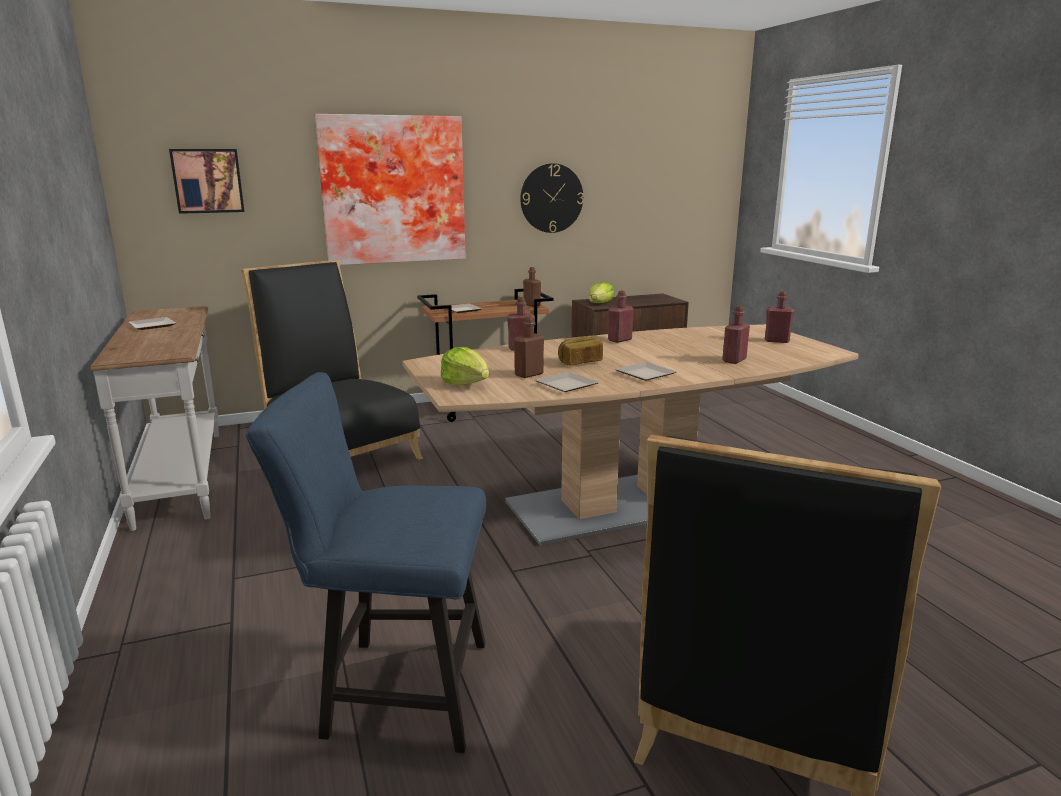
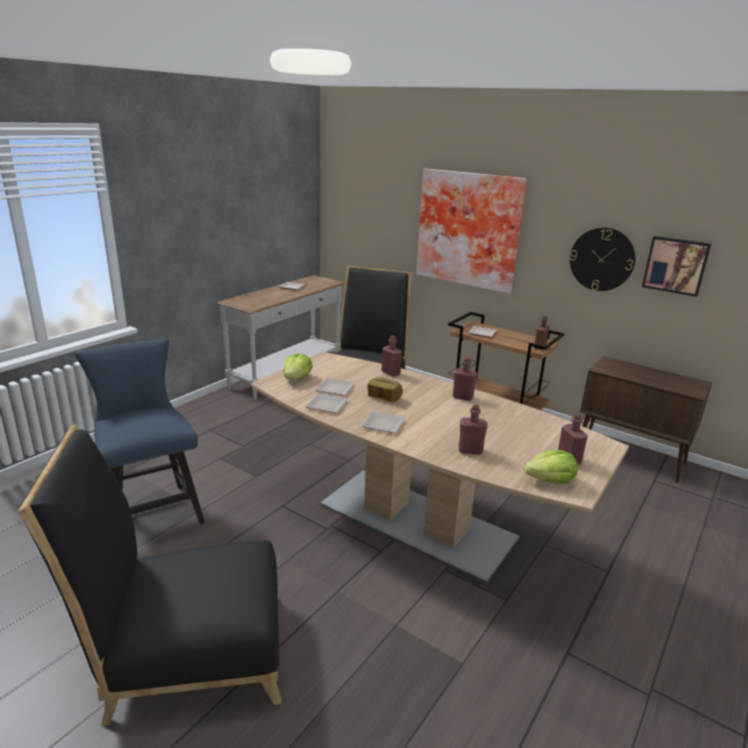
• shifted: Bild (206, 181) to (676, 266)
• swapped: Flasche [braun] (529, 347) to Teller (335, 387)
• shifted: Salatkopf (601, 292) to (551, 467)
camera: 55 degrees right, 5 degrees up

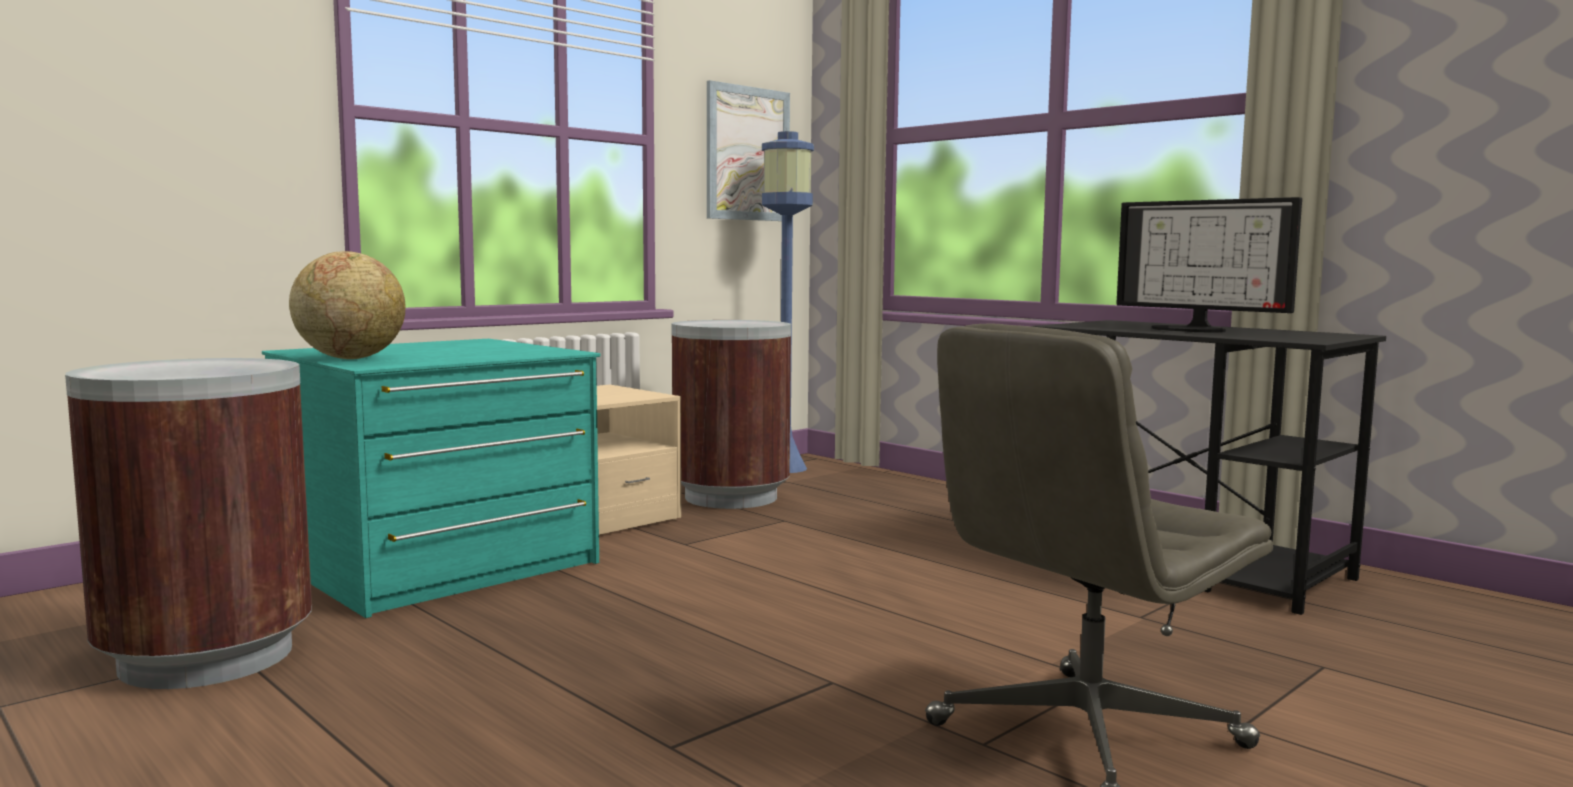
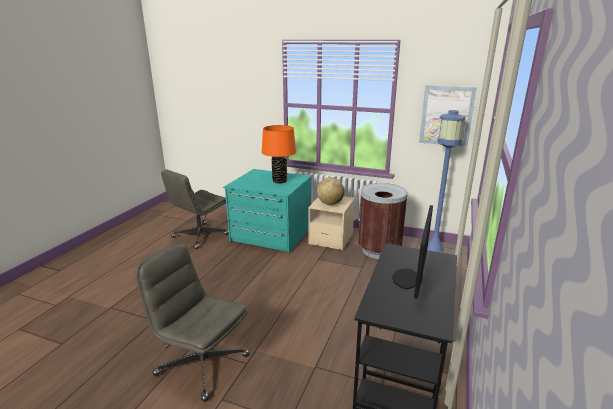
• swapped: Mülleimer [braun] (188, 523) to Bürostuhl [grau] (195, 209)
• shifted: Globus (347, 305) to (331, 191)
• new: Tischlampe [orange] (279, 154)
camera: 65 degrees right, 15 degrees up

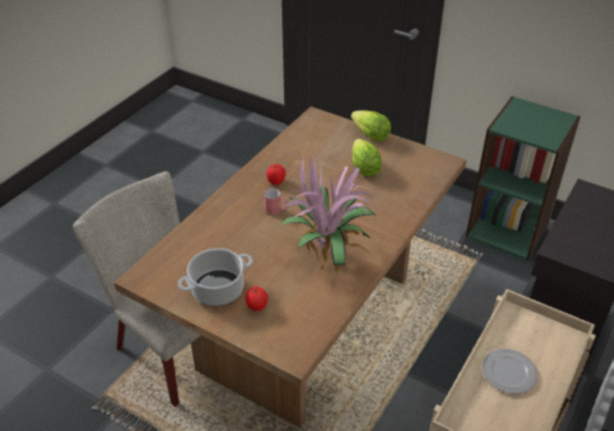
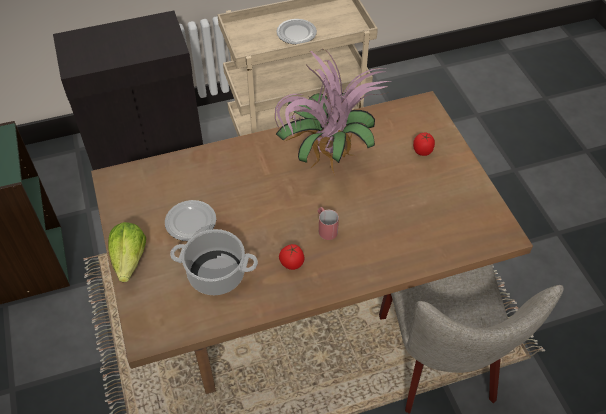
• shifted: Kochtopf (215, 277) to (214, 262)
• swapped: Salatkopf (367, 157) to Teller (190, 220)
camera: 140 degrees left, 10 degrees up

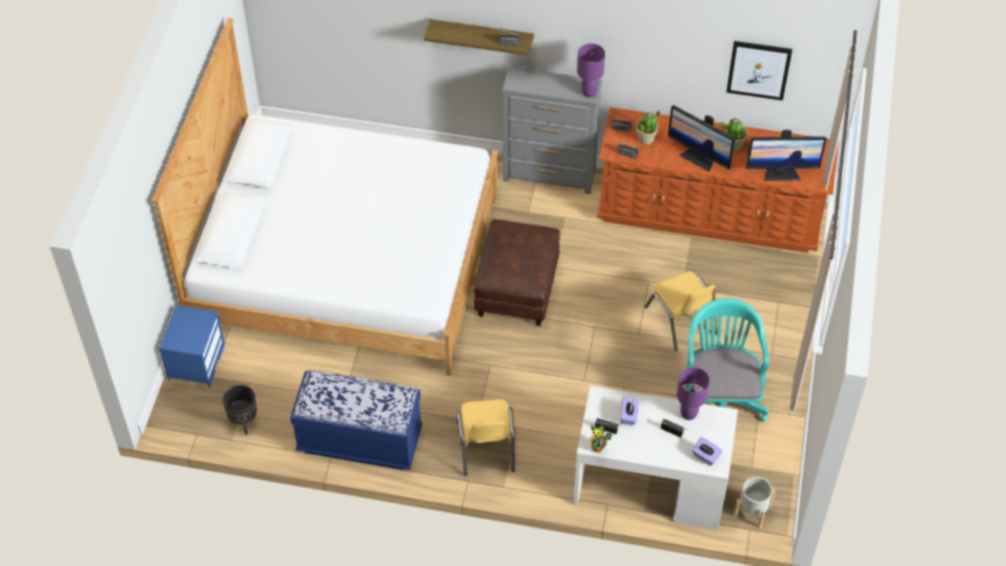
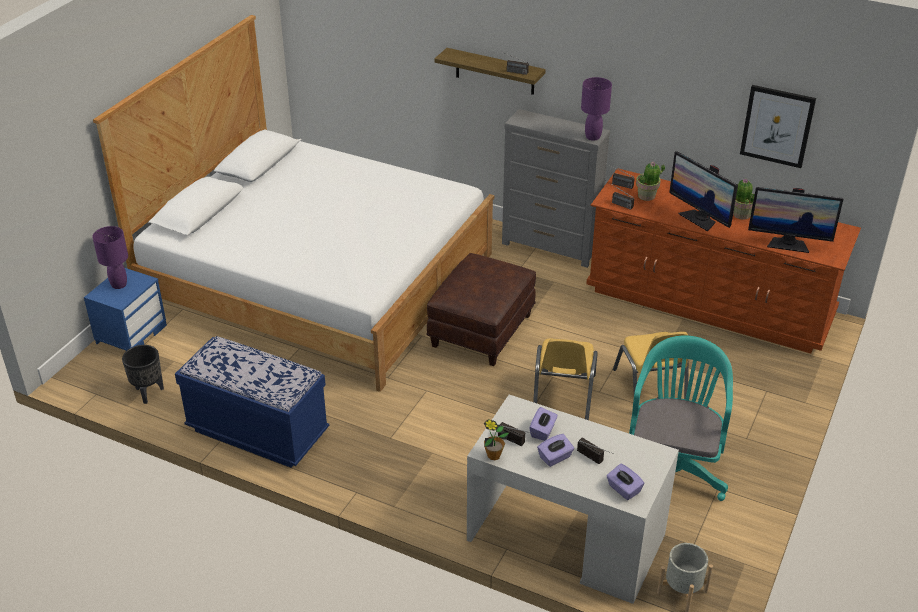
• shifted: Stuhl [gelb] (486, 437) to (565, 379)
• shifted: Tischlampe [lila] (693, 393) to (110, 257)
• new: Taschentuchbox [lila] (555, 450)
camera: 15 degrees right, 15 degrees down

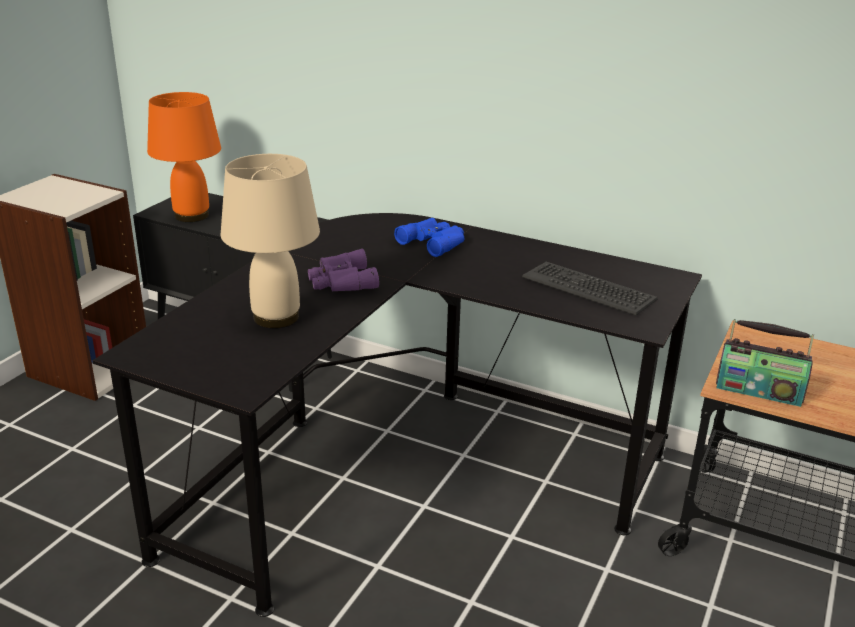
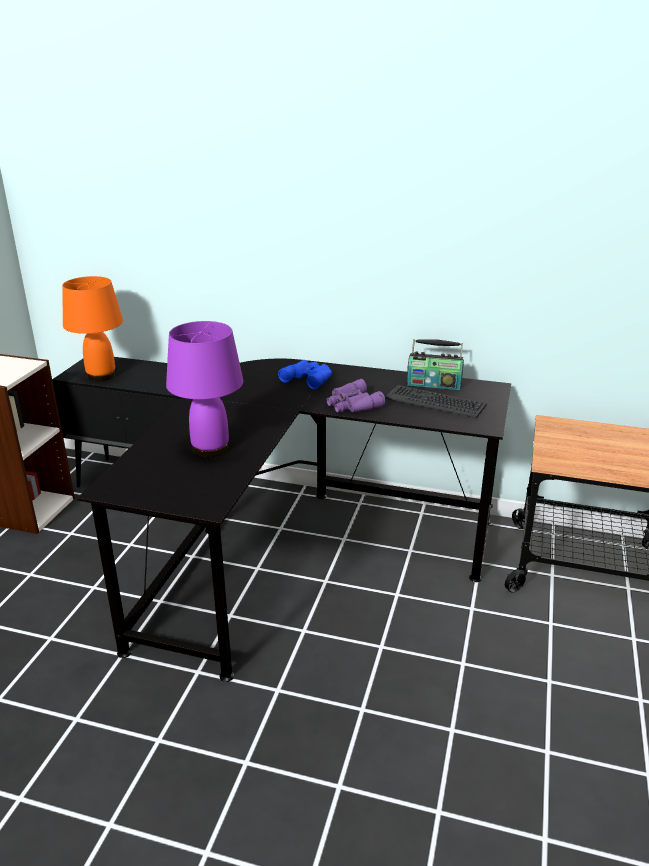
• repainted: Tischlampe [beige] (270, 241) to Tischlampe [lila] (204, 389)
• shifted: Fernglas [lila] (343, 270) to (356, 395)
• shifted: Radio (765, 363) to (435, 364)
camera: 10 degrees left, 0 degrees up

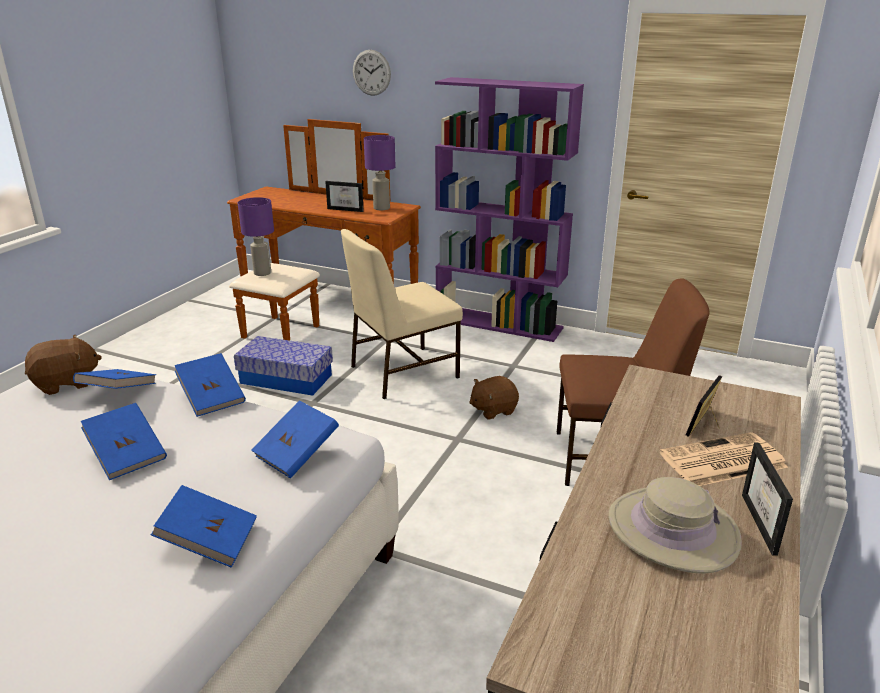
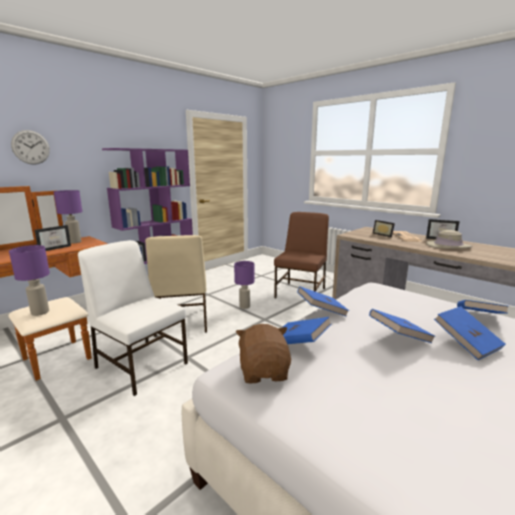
• swapped: Aufbewahrungsbox (283, 366) to Stuhl [weiß] (133, 318)
• shifted: Buch [blau] (295, 439) to (470, 333)
• swapped: Plüschtier [braun] (494, 398) to Tischlampe [lila] (244, 285)
camera: 70 degrees left, 10 degrees down

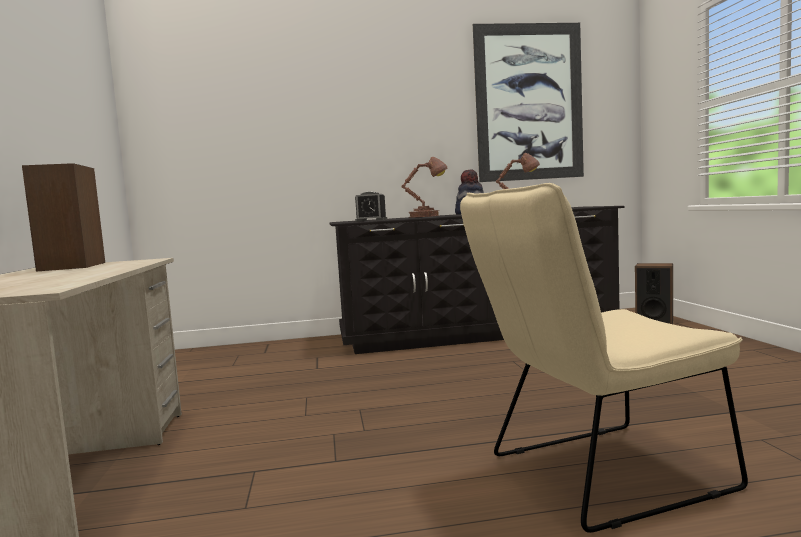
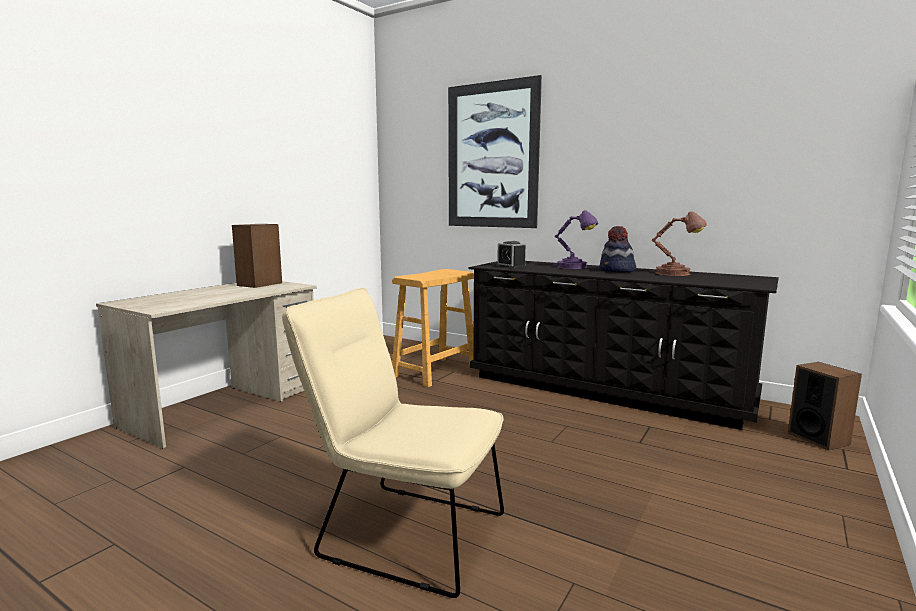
• repainted: Tischlampe [braun] (424, 187) to Tischlampe [lila] (576, 239)
• shifted: Bild (528, 102) to (495, 151)
• new: Hocker [beige] (433, 328)
camera: 40 degrees right, 5 degrees up

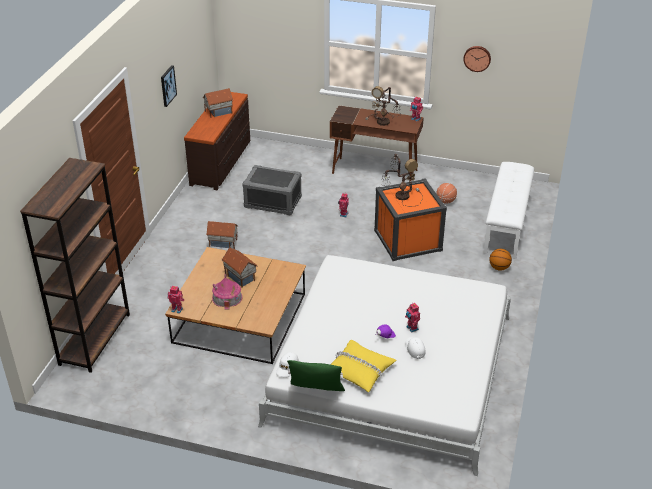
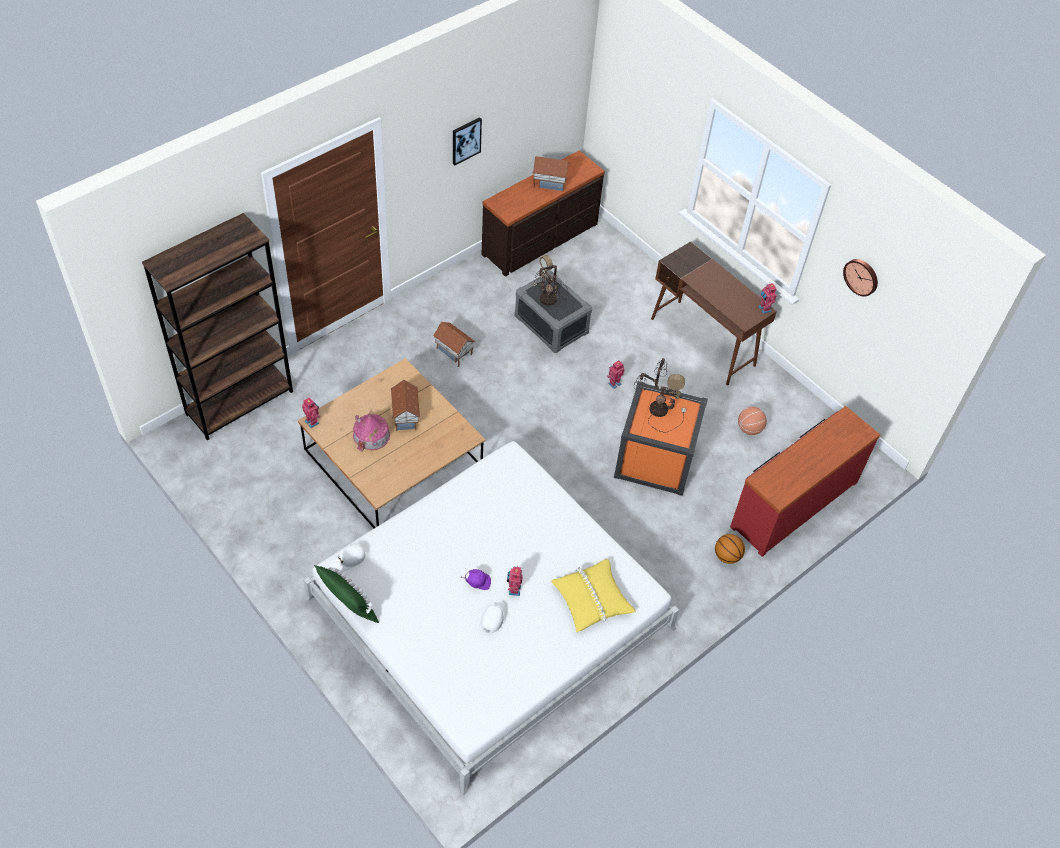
• shifted: Kissen [gelb] (364, 366) to (593, 595)
• shifted: Tischlampe (383, 106) to (550, 280)
• swapped: Bank [weiß] (508, 210) to Kommode [rot] (805, 481)
camera: 30 degrees right, 15 degrees up

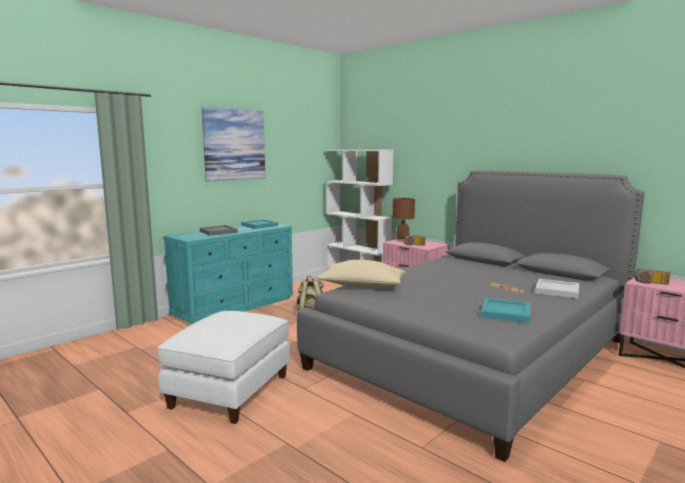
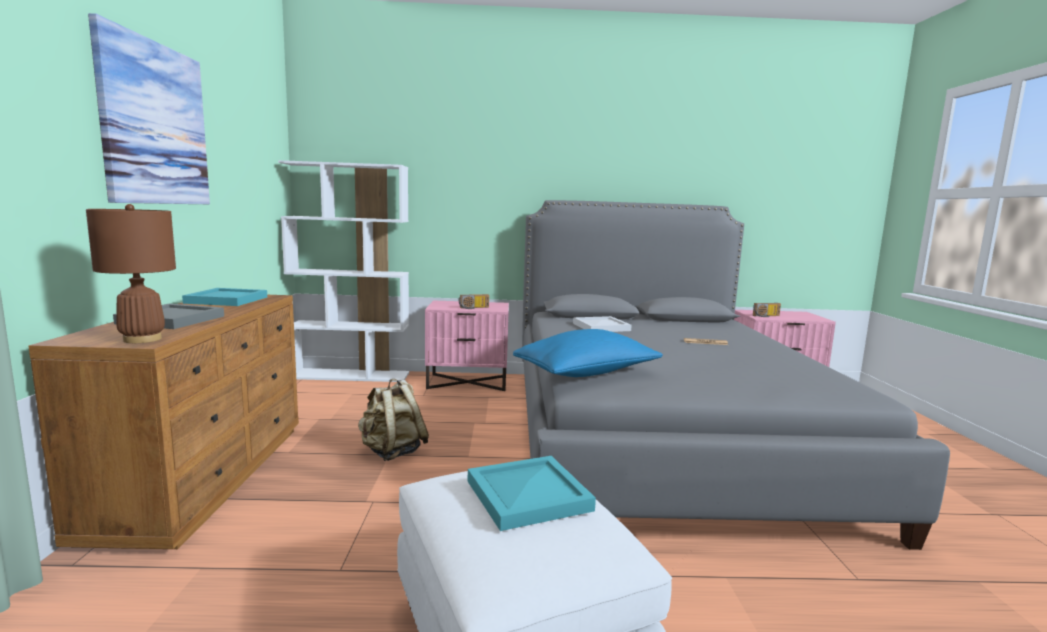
• repainted: Kommode [türkis] (228, 274) to Kommode [braun] (163, 422)
• repainted: Kissen [beige] (361, 274) to Kissen [blau] (588, 353)
• shifted: Tischlampe [braun] (403, 219) to (131, 273)
• shifted: Tablett [türkis] (506, 310) to (532, 493)
• shifted: Tablett [weiß] (557, 288) to (602, 324)
camera: 45 degrees left, 0 degrees up

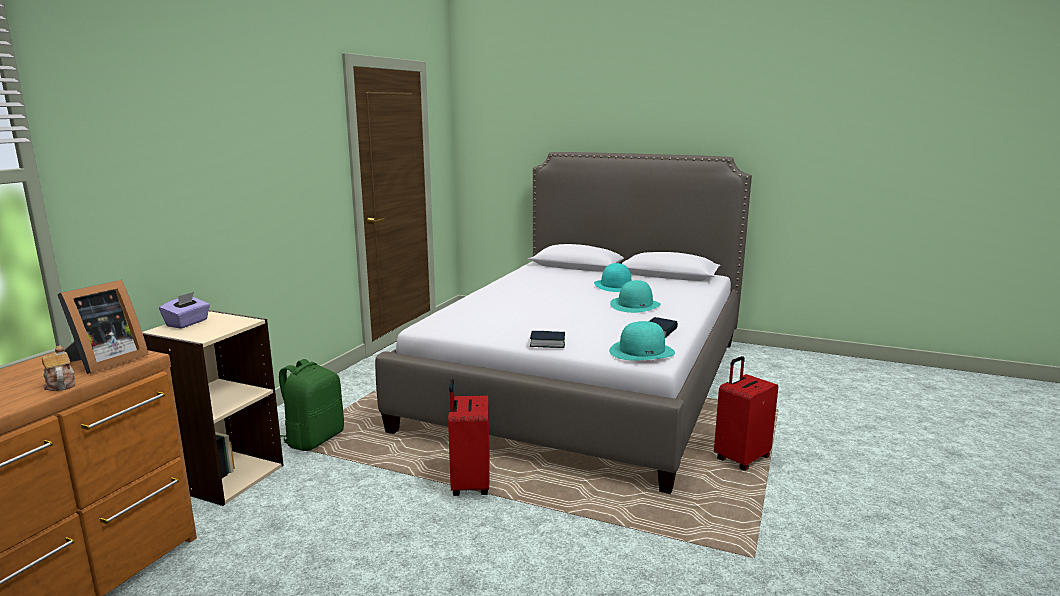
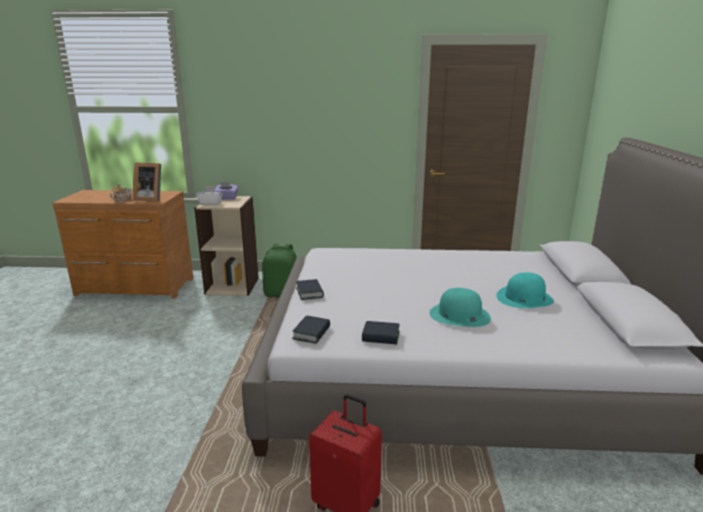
• gone: Koffer [rot] (469, 437)
• swapped: Hut [türkis] (642, 341) to Buch (311, 329)
• new: Taschentuchbox [weiß] (209, 195)
camera: 70 degrees right, 5 degrees up

